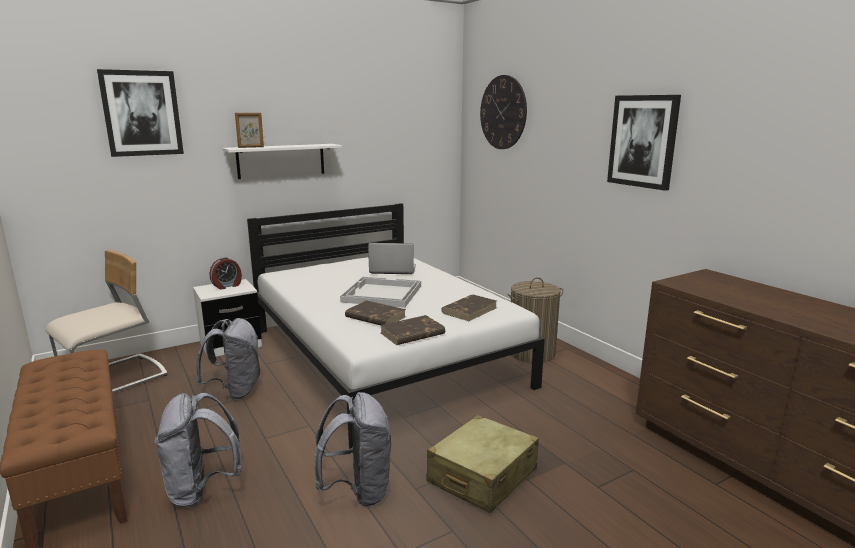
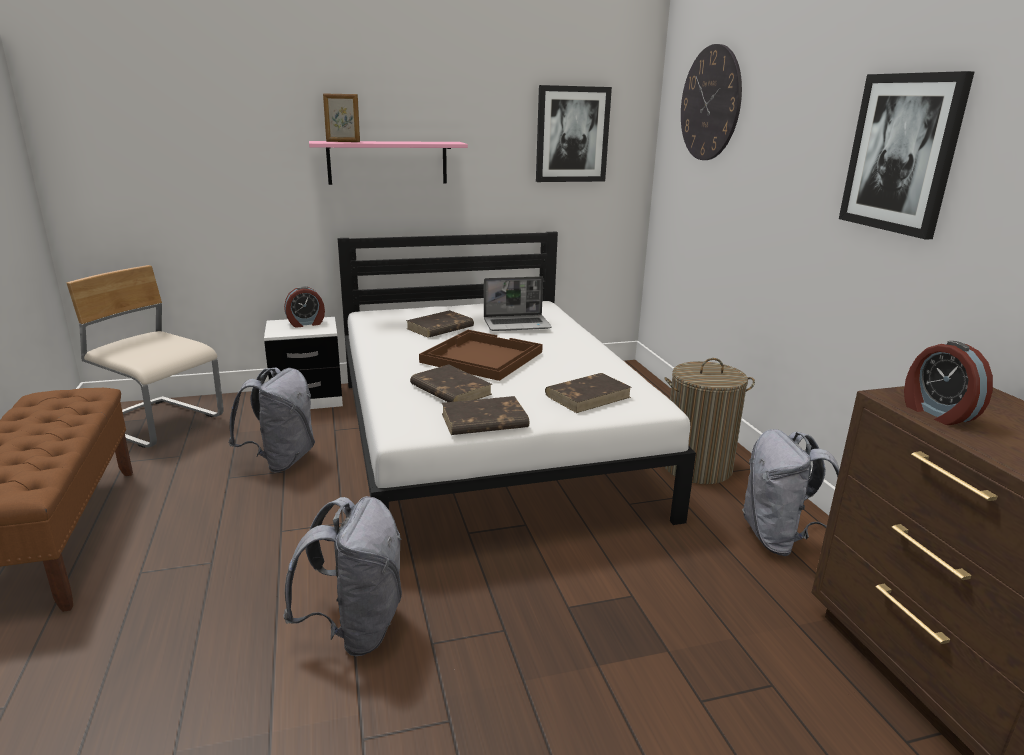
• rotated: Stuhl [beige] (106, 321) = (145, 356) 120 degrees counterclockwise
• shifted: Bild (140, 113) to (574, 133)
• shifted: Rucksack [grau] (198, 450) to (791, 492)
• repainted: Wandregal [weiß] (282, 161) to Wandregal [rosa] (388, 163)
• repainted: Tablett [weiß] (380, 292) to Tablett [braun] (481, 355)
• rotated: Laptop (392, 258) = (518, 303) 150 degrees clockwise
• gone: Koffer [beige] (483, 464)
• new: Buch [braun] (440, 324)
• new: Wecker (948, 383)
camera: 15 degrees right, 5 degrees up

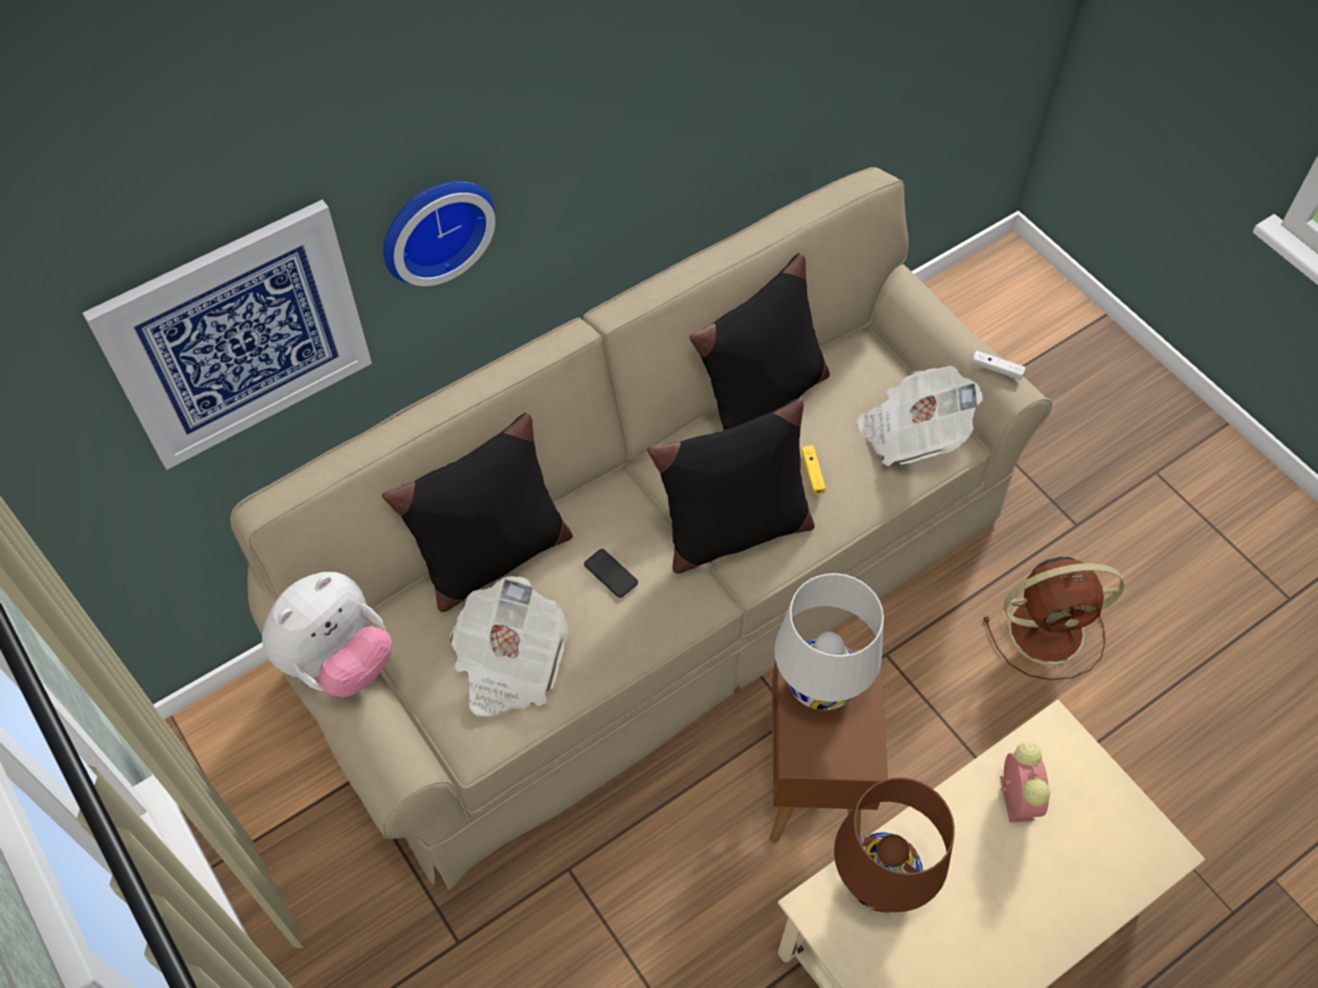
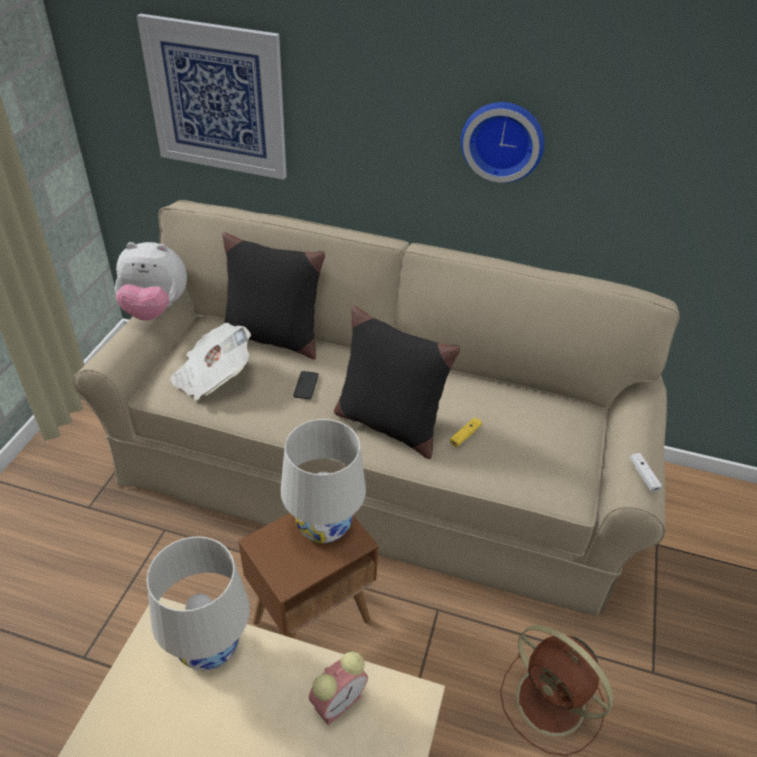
• shifted: Wanduhr (439, 233) to (502, 142)
• gone: Kissen [schwarz] (759, 342)
• repainted: Tischlampe [braun] (894, 845) to Tischlampe [weiß] (198, 603)
• gone: Zeitung (920, 416)
camera: 50 degrees right, 15 degrees down

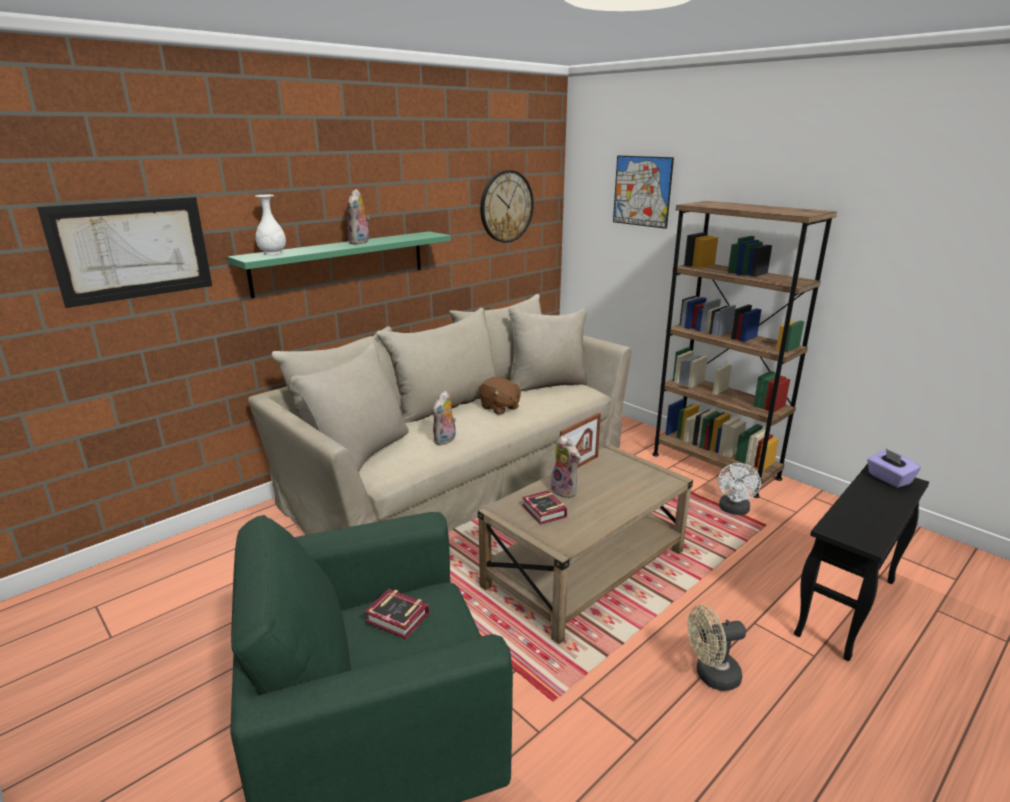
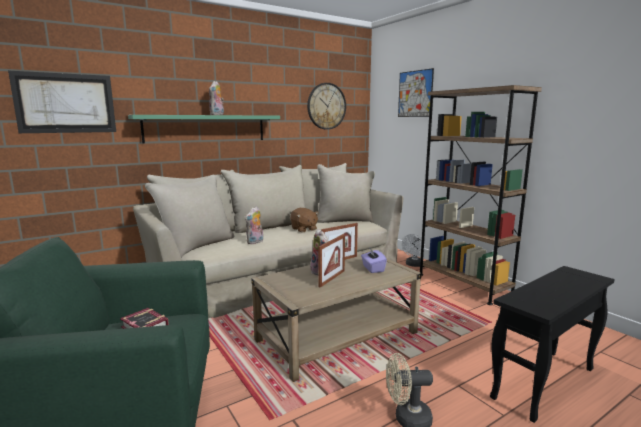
• gone: Vase [weiß] (270, 225)
• gone: Buch (544, 508)
• shifted: Ventilator [weiß] (739, 489) to (413, 250)
• shifted: Taschentuchbox [lila] (894, 468) to (374, 260)
• new: Bilderrahmen (331, 261)
camera: 10 degrees right, 10 degrees down

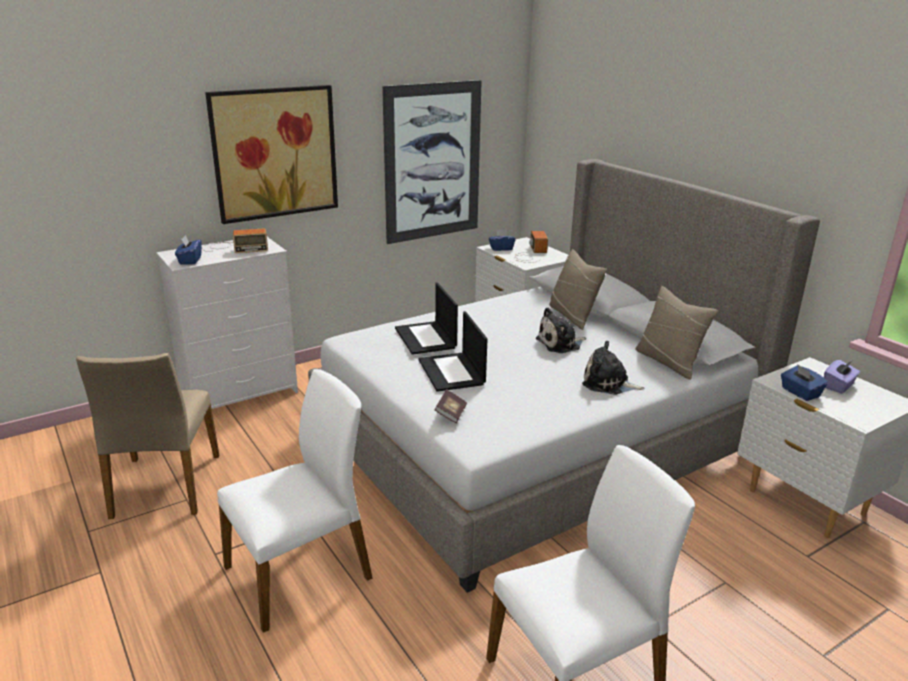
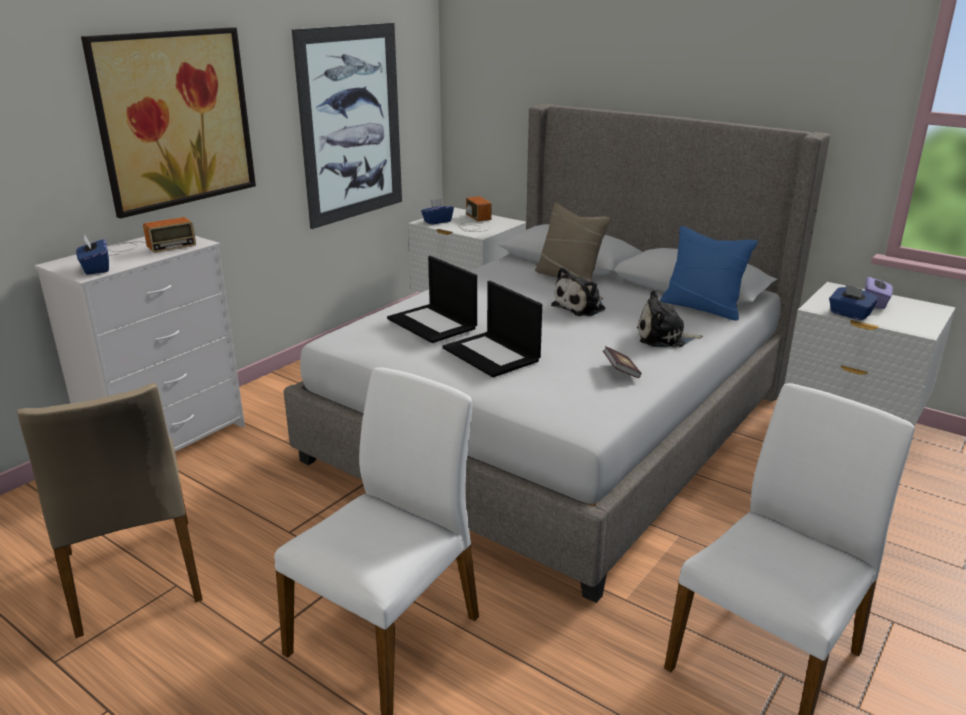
• shifted: Buch (451, 406) to (622, 362)
• repainted: Kissen [beige] (676, 333) to Kissen [blau] (709, 273)
camera: 20 degrees left, 0 degrees up

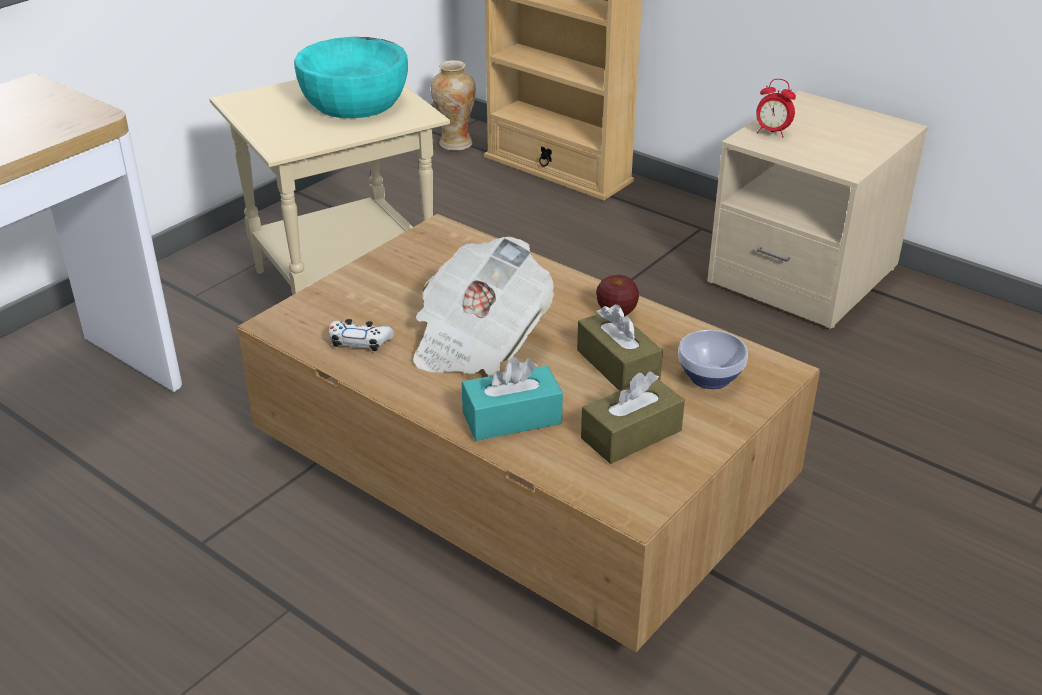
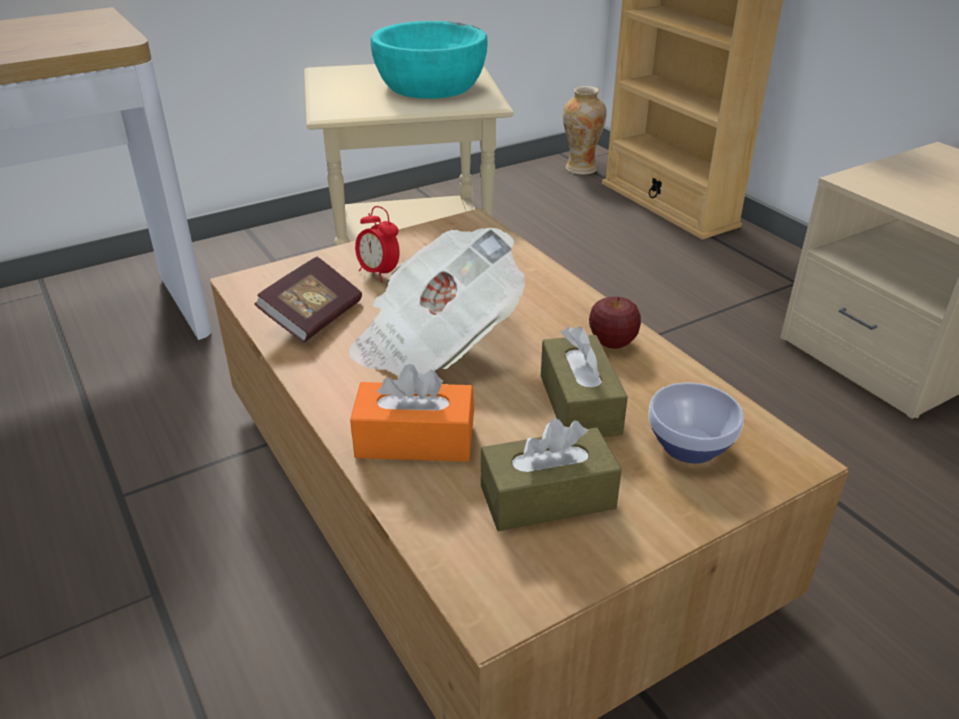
• swapped: Gamepad [weiß] (361, 335) to Buch (308, 299)
• repainted: Taschentuchbox [türkis] (512, 399) to Taschentuchbox [orange] (412, 413)
• shifted: Wecker (776, 108) to (377, 244)
camera: 20 degrees right, 0 degrees up

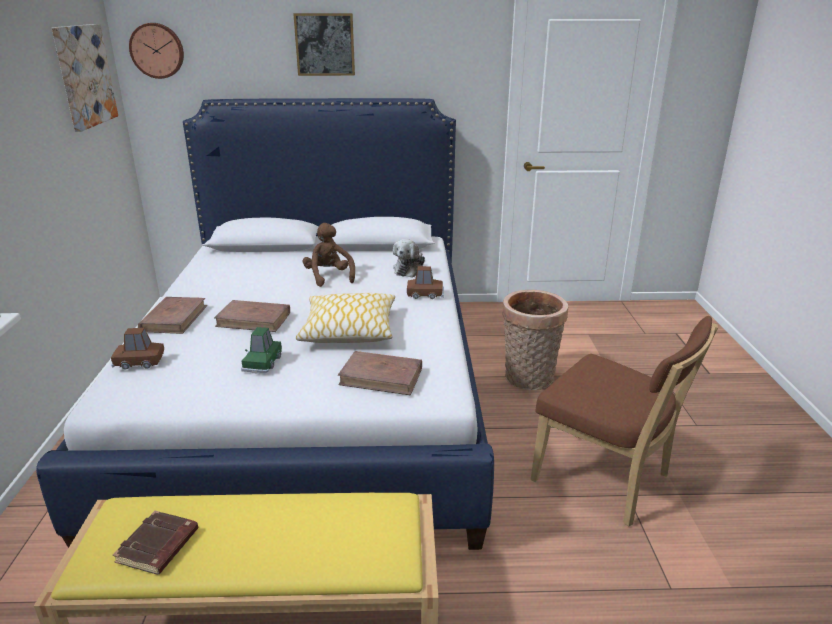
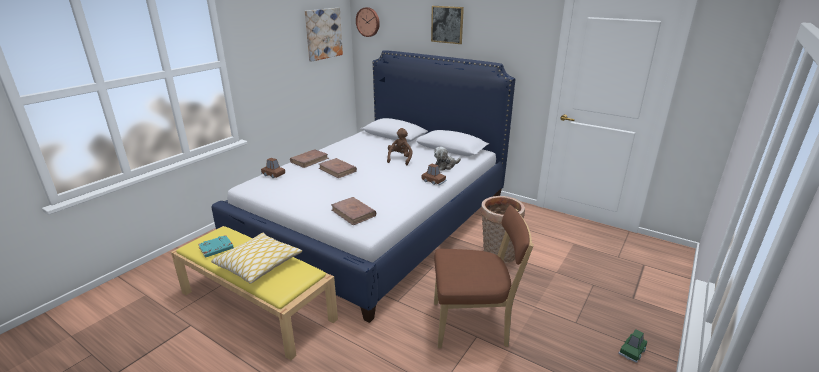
• repainted: Buch [braun] (155, 543) to Buch [türkis] (216, 246)
• shifted: Spielzeugauto [grün] (261, 350) to (632, 346)
• shifted: Kissen (345, 318) to (256, 258)
• rotated: Stuhl [braun] (624, 421) = (484, 276) 75 degrees counterclockwise
camera: 35 degrees right, 0 degrees up

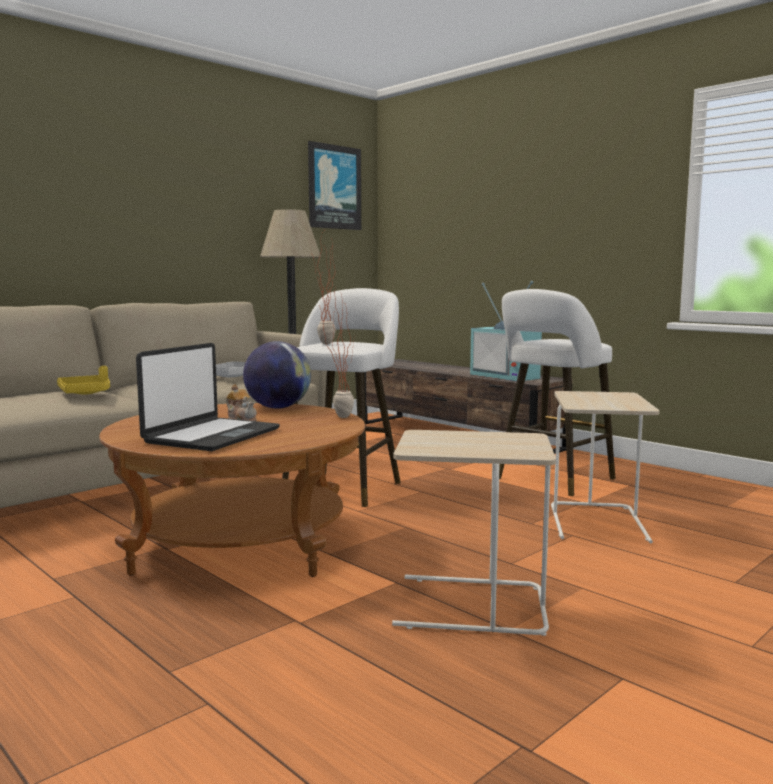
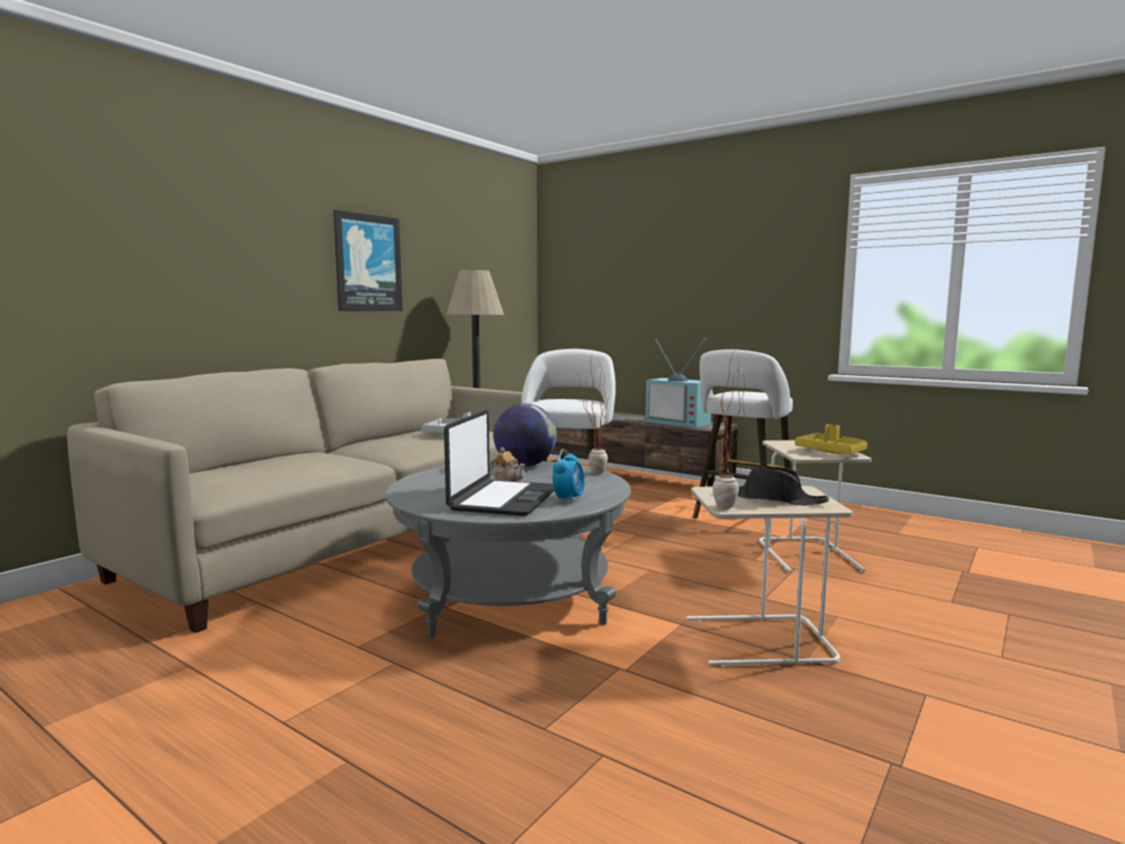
• shifted: Tablett [gelb] (83, 380) to (831, 439)
• repainted: Couchtisch [braun] (232, 490) to Couchtisch [grau] (508, 549)
• shifted: Bild (334, 185) to (368, 260)
• shifted: Topfpflanze (324, 287) to (728, 429)
• new: Wecker (568, 476)
• new: Hut [schwarz] (783, 486)
camera: 10 degrees left, 0 degrees up

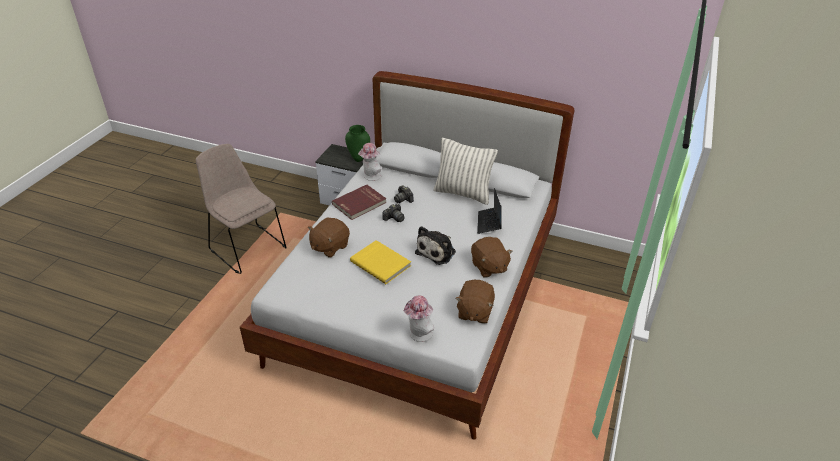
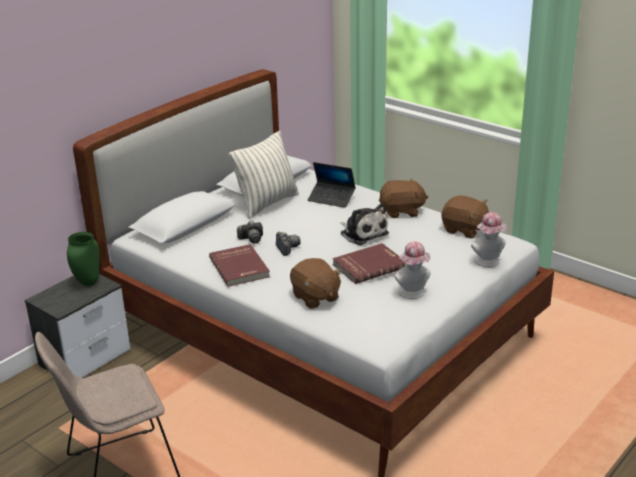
• repainted: Buch [gelb] (380, 262) to Buch [rot] (369, 263)
• shifted: Hut (369, 162) to (412, 270)
camera: 70 degrees left, 10 degrees down

